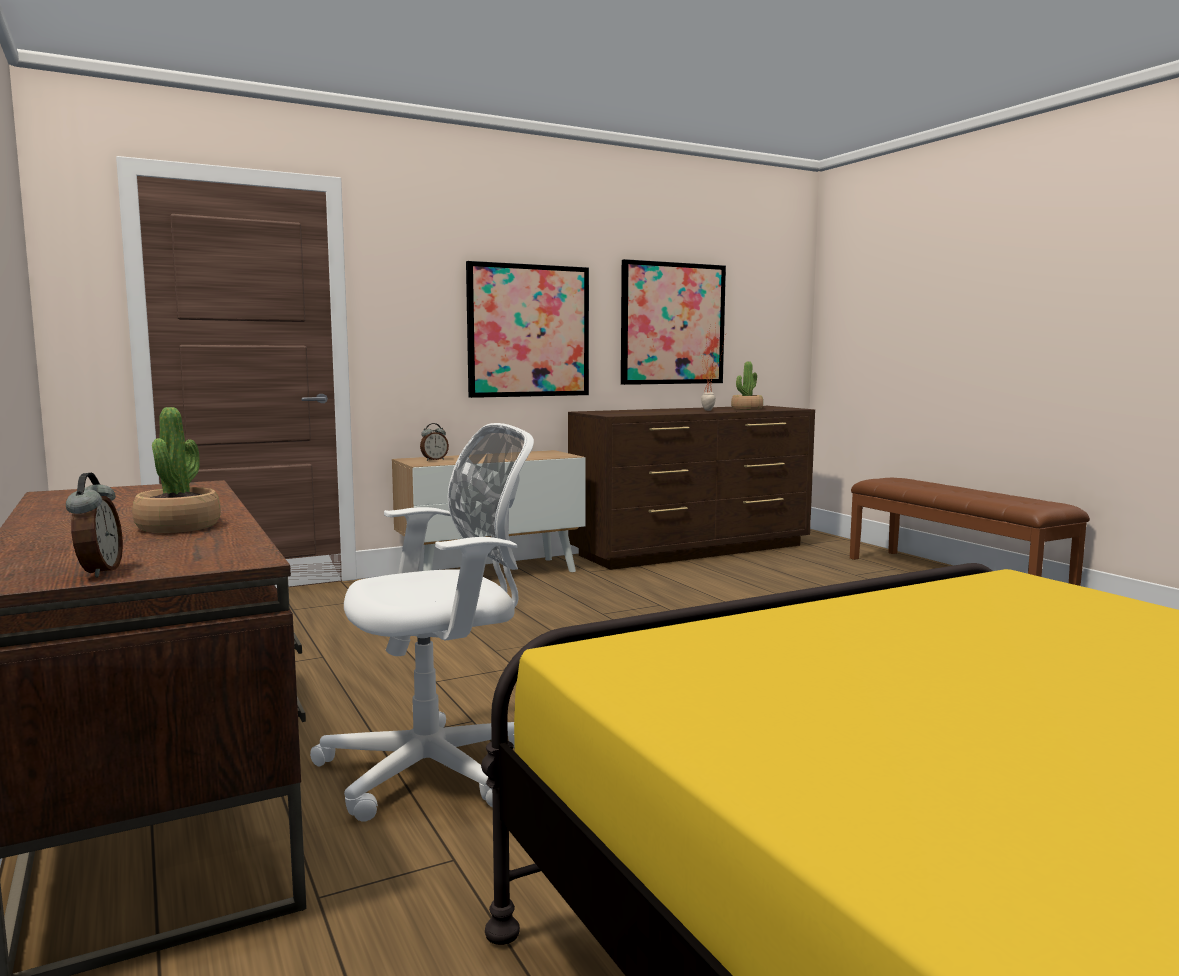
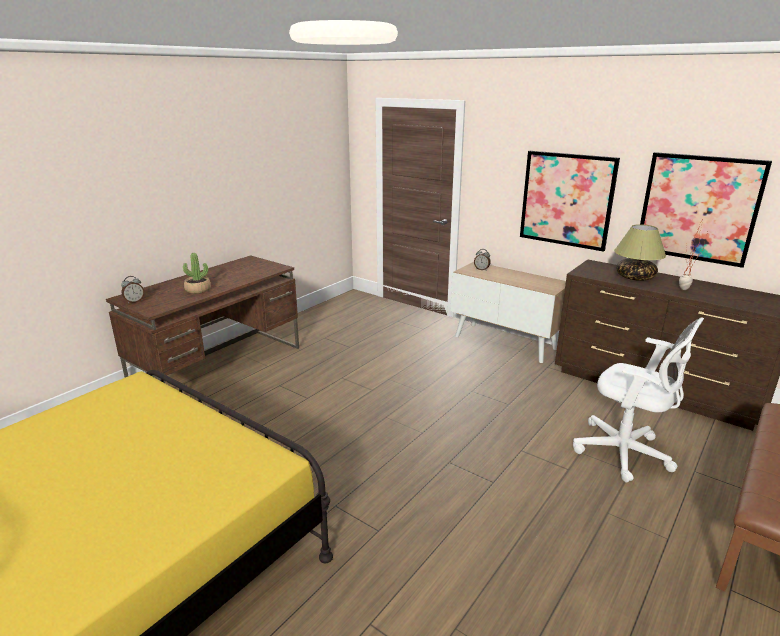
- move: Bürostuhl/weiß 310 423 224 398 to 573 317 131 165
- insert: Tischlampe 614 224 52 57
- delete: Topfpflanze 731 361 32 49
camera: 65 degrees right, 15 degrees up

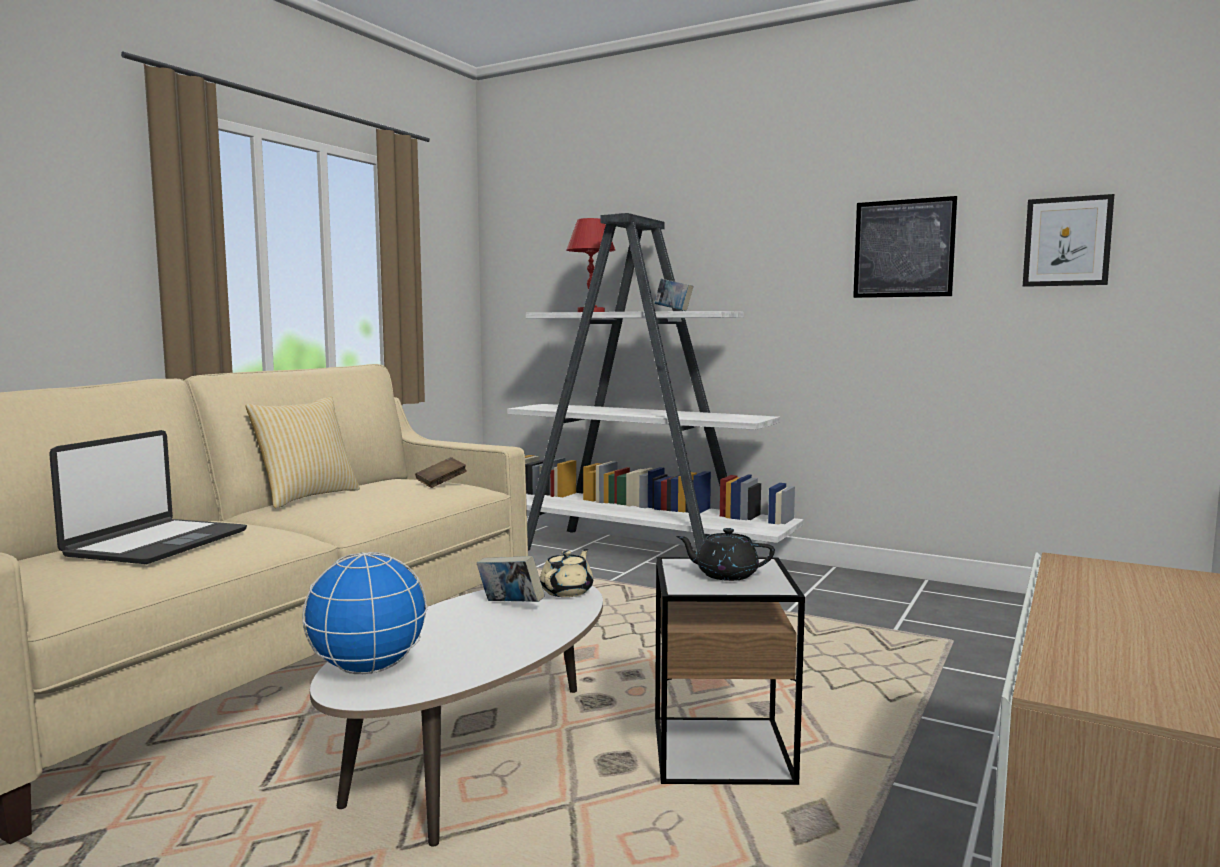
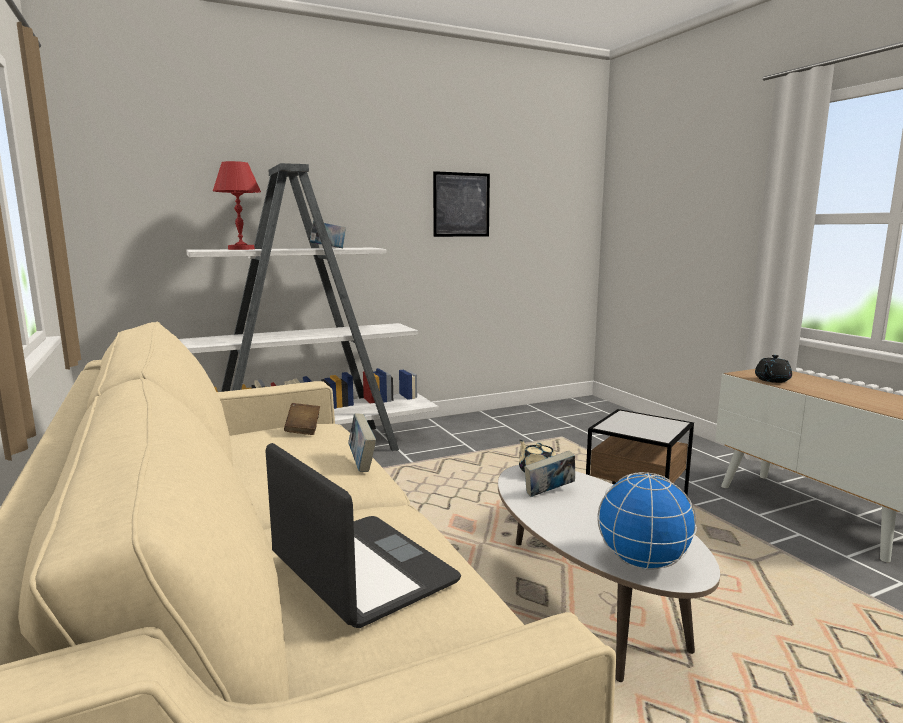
- insert: Buch 349 413 27 59
- move: Teekanne/schwarz 676 528 99 53 to 755 355 37 28
- delete: Kissen 246 396 114 112
- delete: Bild 1023 194 91 93
camera: 55 degrees left, 5 degrees up

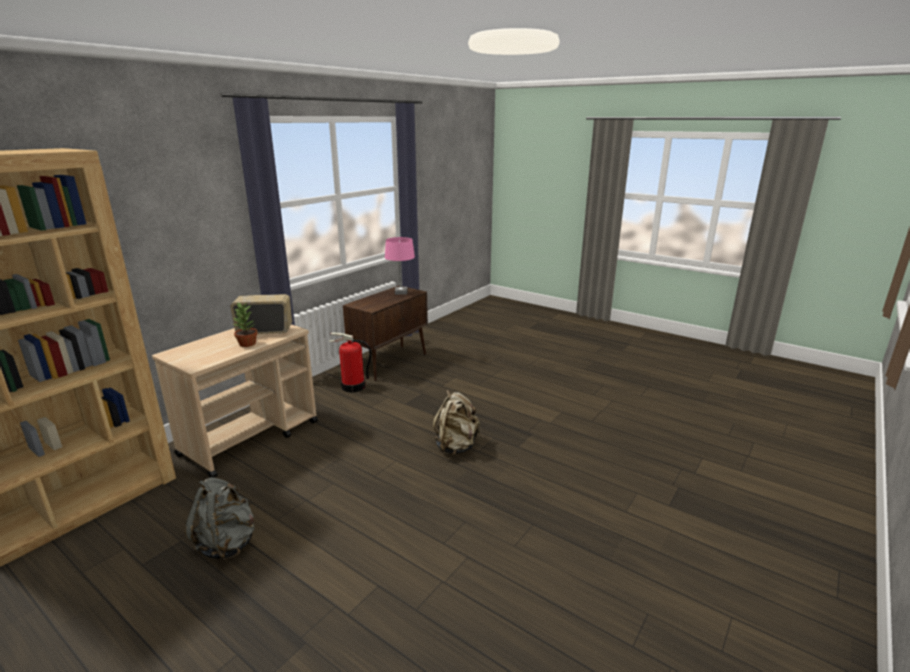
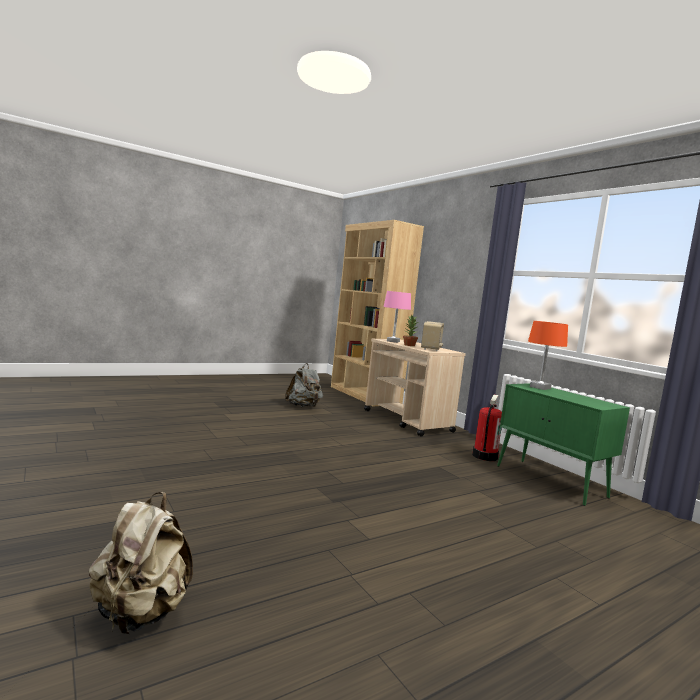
- move: Rucksack/beige 433 390 47 65 to 89 492 104 142
- move: Tischlampe/rosa 385 237 30 58 to 384 291 27 52
- recolor: Schrank/braun 343 285 85 96 to Schrank/grün 497 383 133 123
- insert: Tischlampe/orange 528 321 40 69
camera: 110 degrees right, 15 degrees down

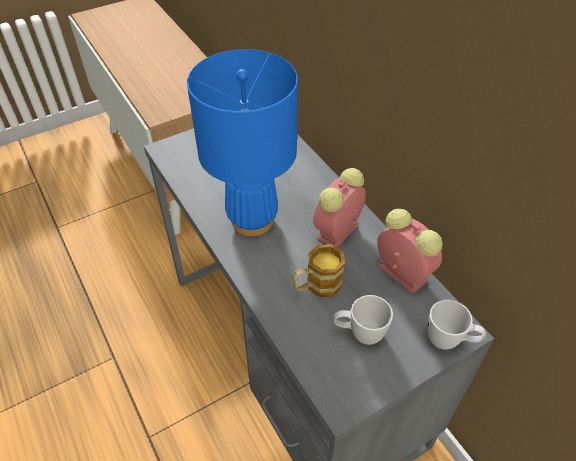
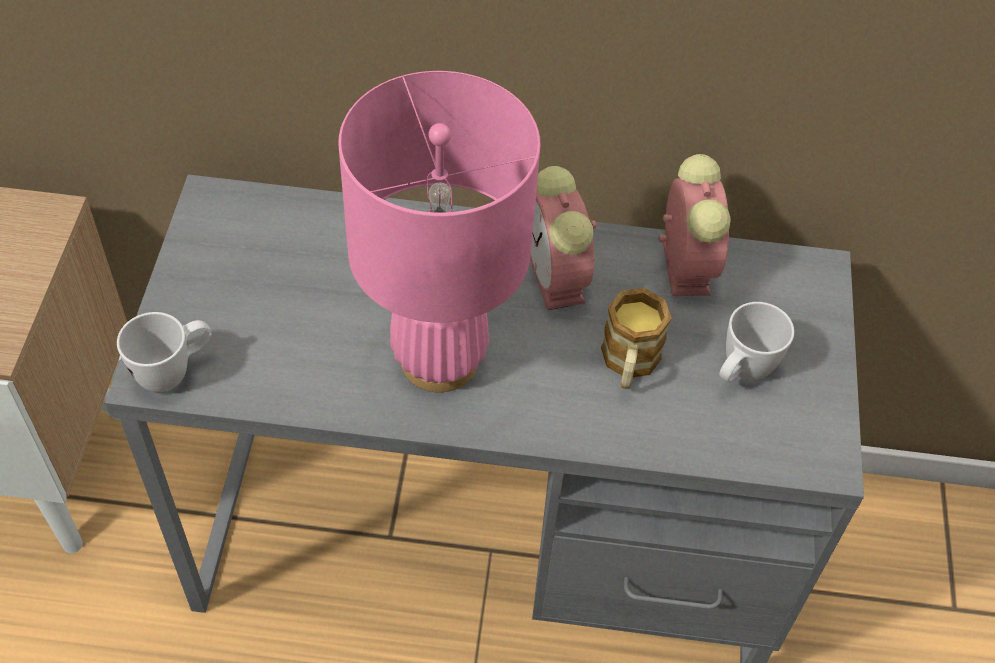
- move: Henkelbecher/weiß 428 300 58 50 to 117 312 95 80
- recolor: Tischlampe/blau 187 49 111 187 to Tischlampe/rosa 338 71 203 321
- rotate: Wecker 377 209 66 85 = 658 154 73 142 90 degrees clockwise
camera: 55 degrees left, 5 degrees up

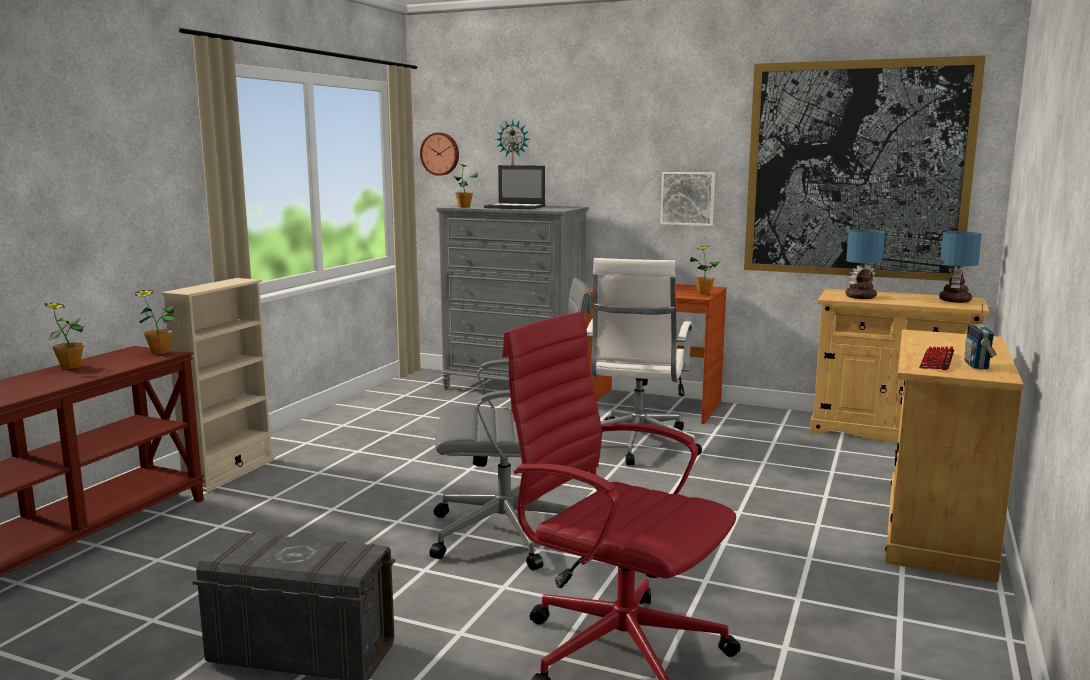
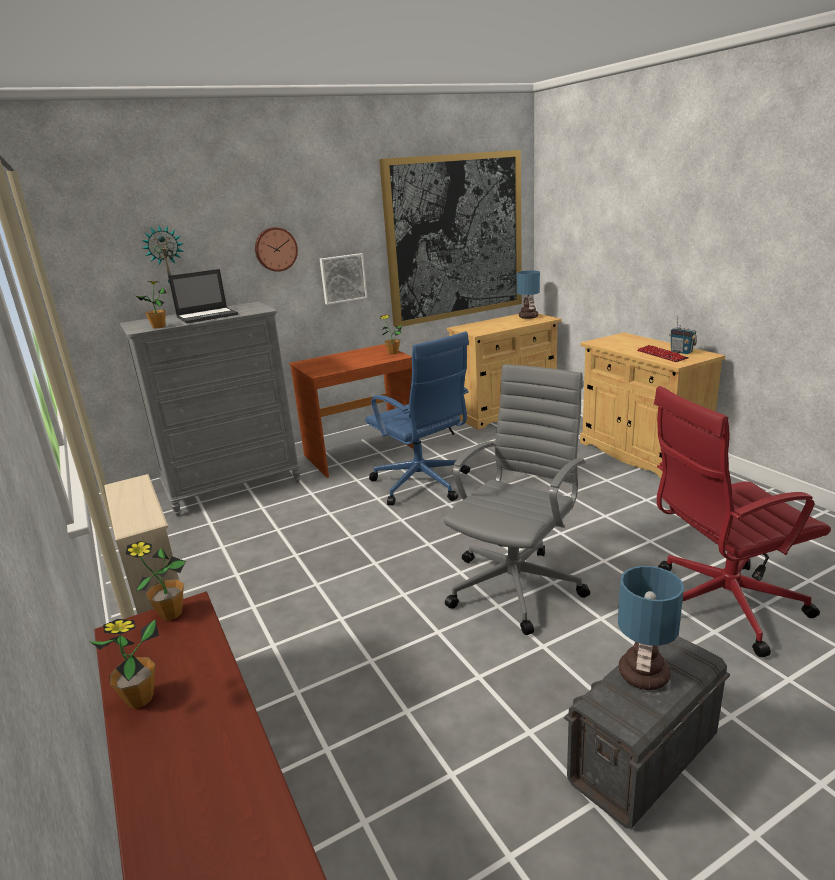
- move: Wanduhr 420 133 39 43 to 255 227 43 45
- recolor: Bürostuhl/weiß 587 258 115 208 to Bürostuhl/blau 365 332 105 174
- move: Tischlampe 846 229 39 70 to 618 566 66 124
camera: 50 degrees left, 10 degrees up

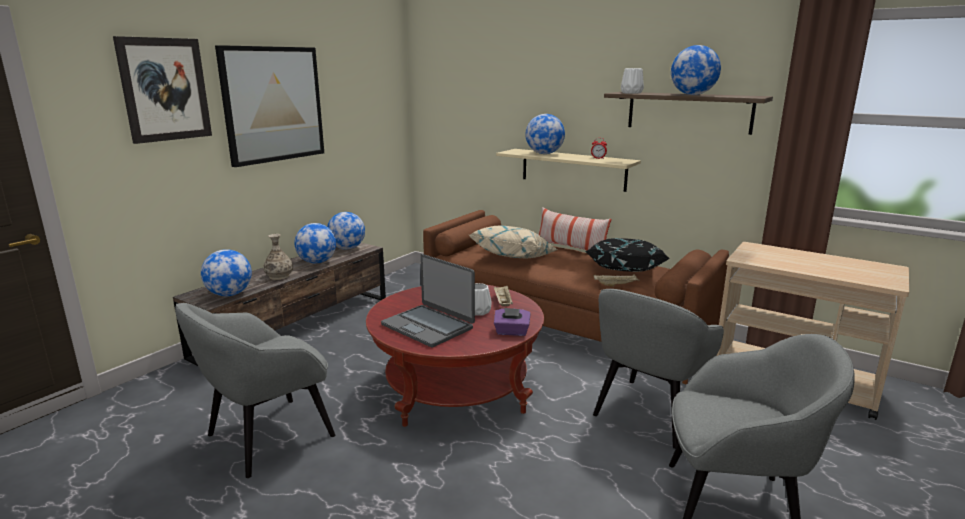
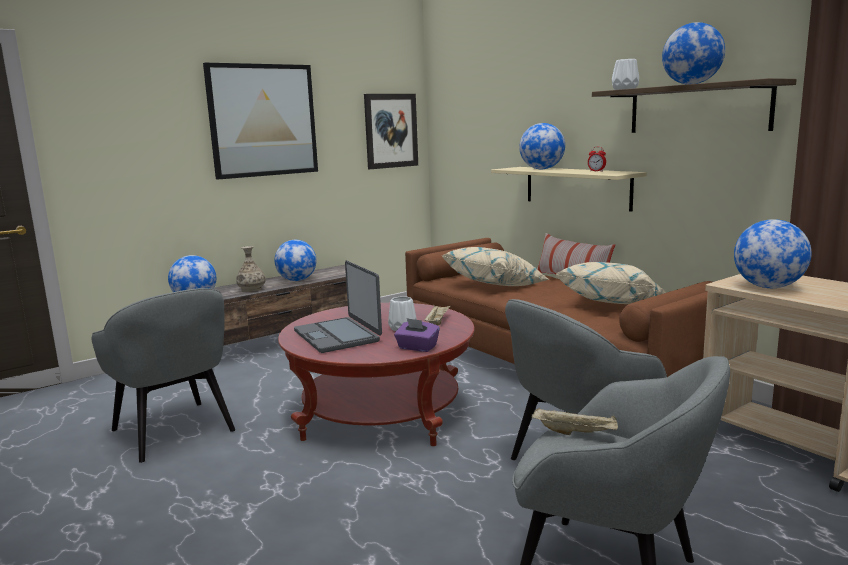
- rotate: Sessel/grau 175 303 160 175 = 92 288 143 175 105 degrees counterclockwise
- move: Bild 113 36 99 108 to 364 94 54 75
- move: Tablett/beige 594 274 45 13 to 532 408 86 27
- recolor: Kissen/schwarz 586 238 84 34 to Kissen/beige 554 262 113 42
- move: Globus 327 212 38 37 to 734 219 77 69
camera: 20 degrees right, 5 degrees down

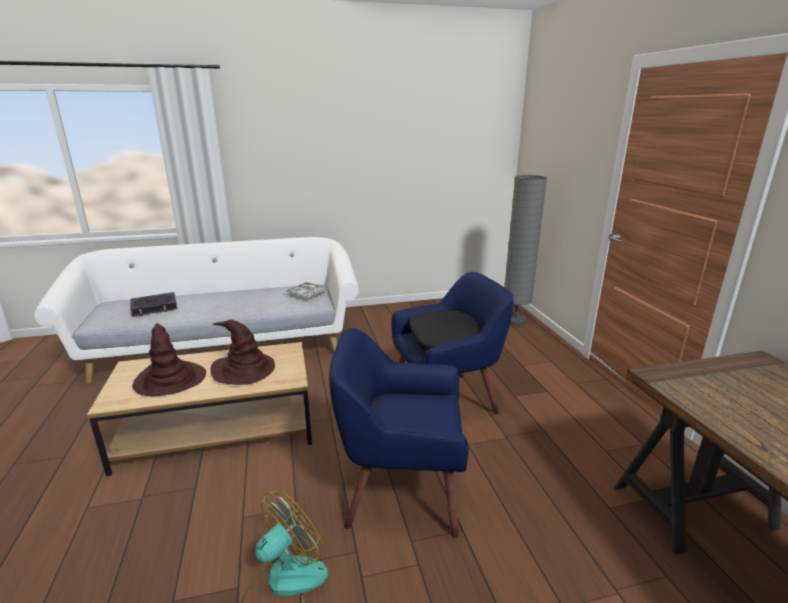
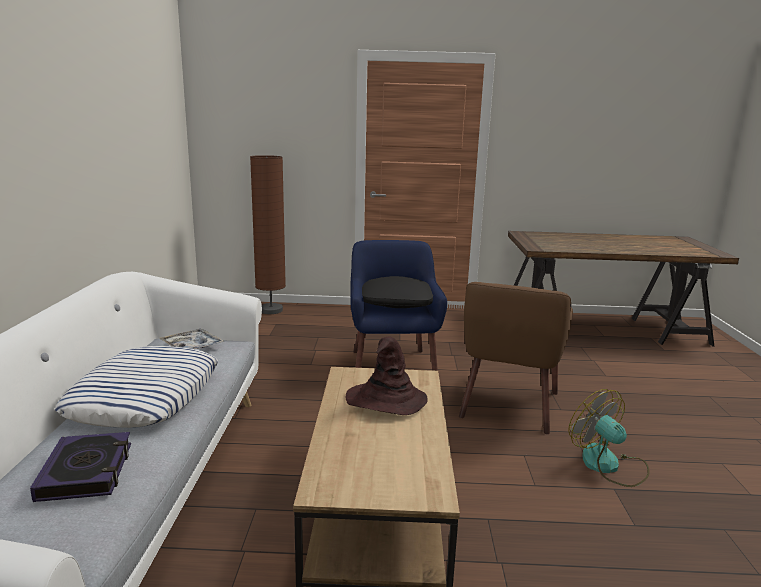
- insert: Kissen 54 346 164 82
- recolor: Stehlampe/grau 505 175 42 151 to Stehlampe/braun 250 155 36 159
- recolor: Sessel/blau 329 328 139 210 to Sessel/braun 459 282 114 152
- delete: Hut/braun 132 323 74 73
camera: 75 degrees left, 5 degrees down

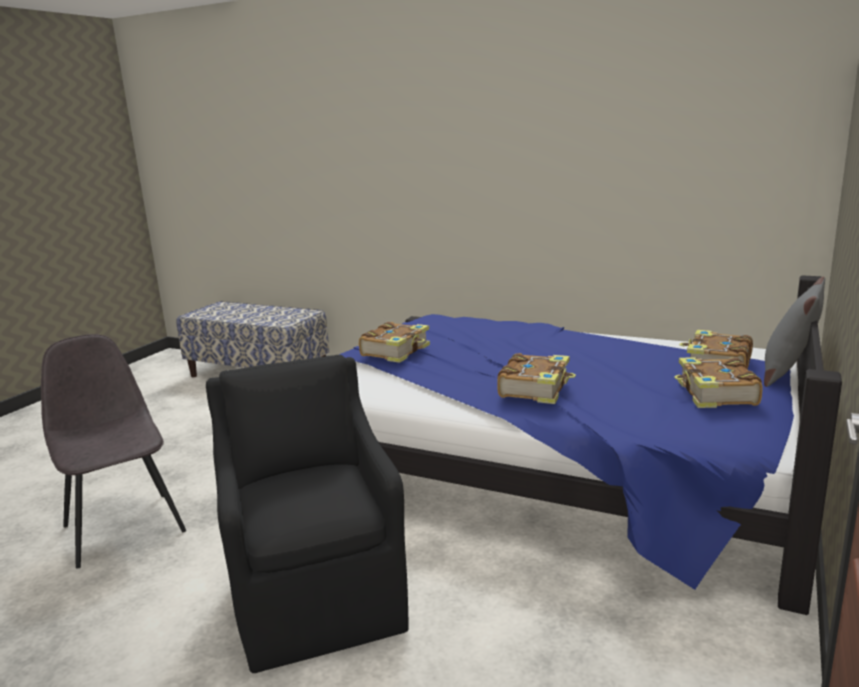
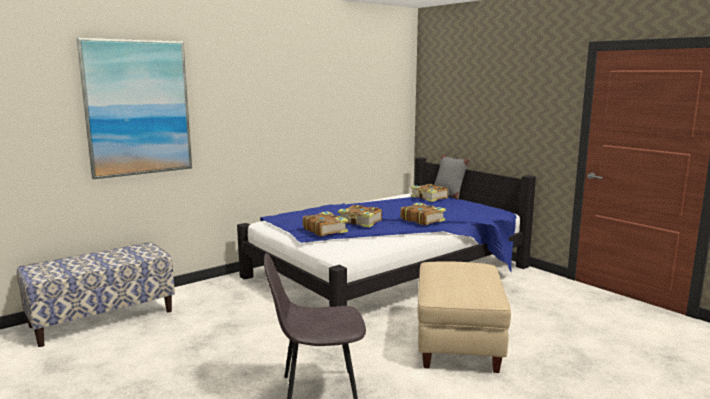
- insert: Bild 76 38 116 141
- move: Buch 674 357 89 51 to 338 205 44 23
- replace: Sessel/schwarz 206 355 203 318 to Polsterhocker/beige 417 261 94 112
camera: 65 degrees left, 5 degrees down

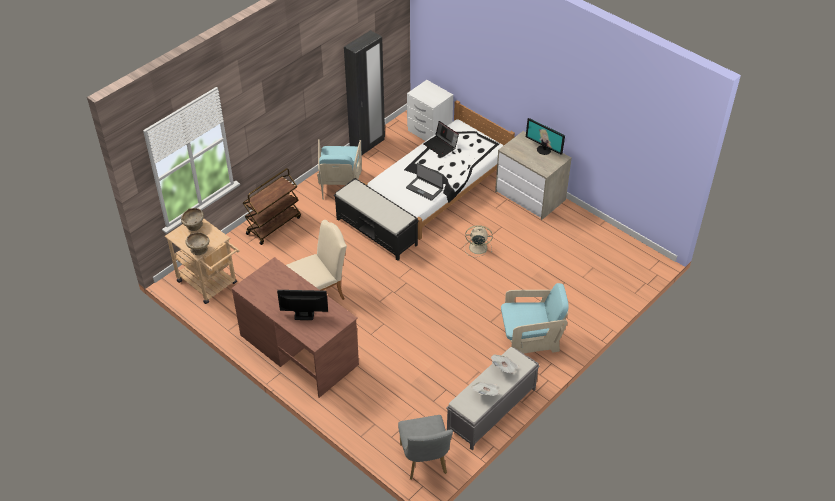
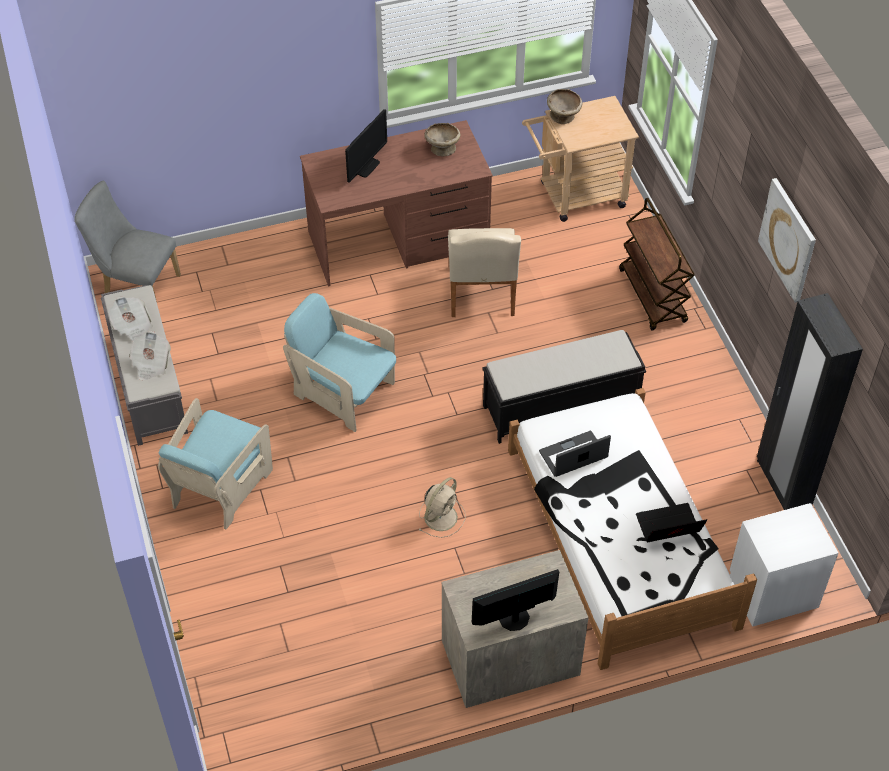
- move: Sessel/türkis 317 139 45 61 to 283 293 113 139
- move: Schüssel/beige 181 208 23 23 to 424 123 37 34
- insert: Bild 758 178 58 125
camera: 120 degrees right, 5 degrees up

